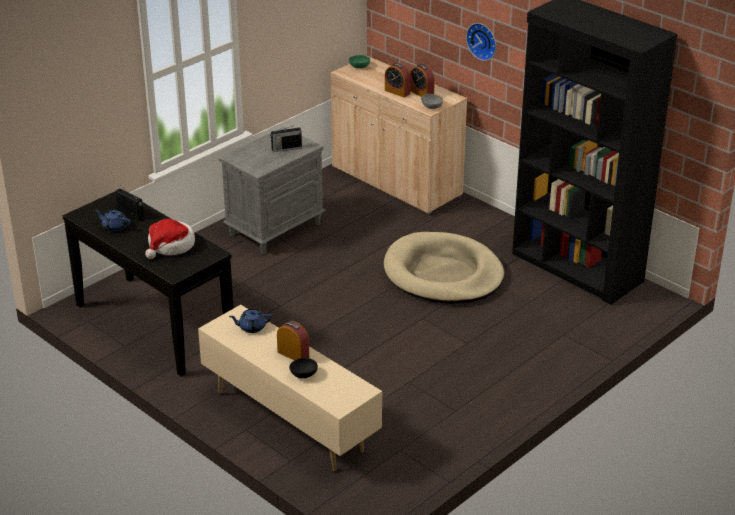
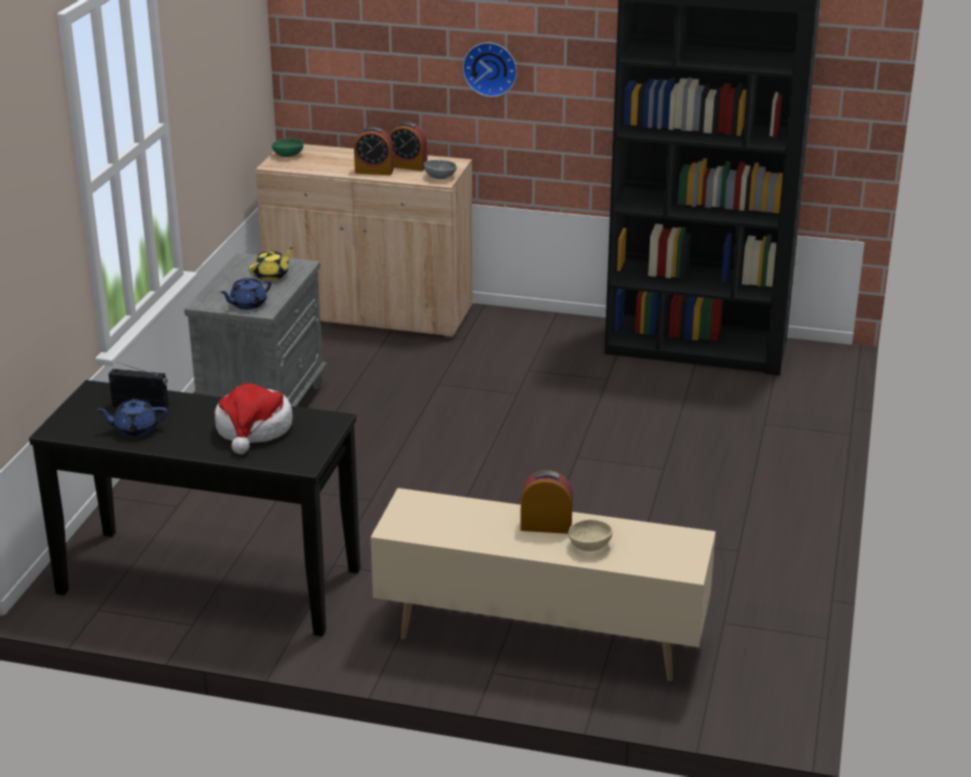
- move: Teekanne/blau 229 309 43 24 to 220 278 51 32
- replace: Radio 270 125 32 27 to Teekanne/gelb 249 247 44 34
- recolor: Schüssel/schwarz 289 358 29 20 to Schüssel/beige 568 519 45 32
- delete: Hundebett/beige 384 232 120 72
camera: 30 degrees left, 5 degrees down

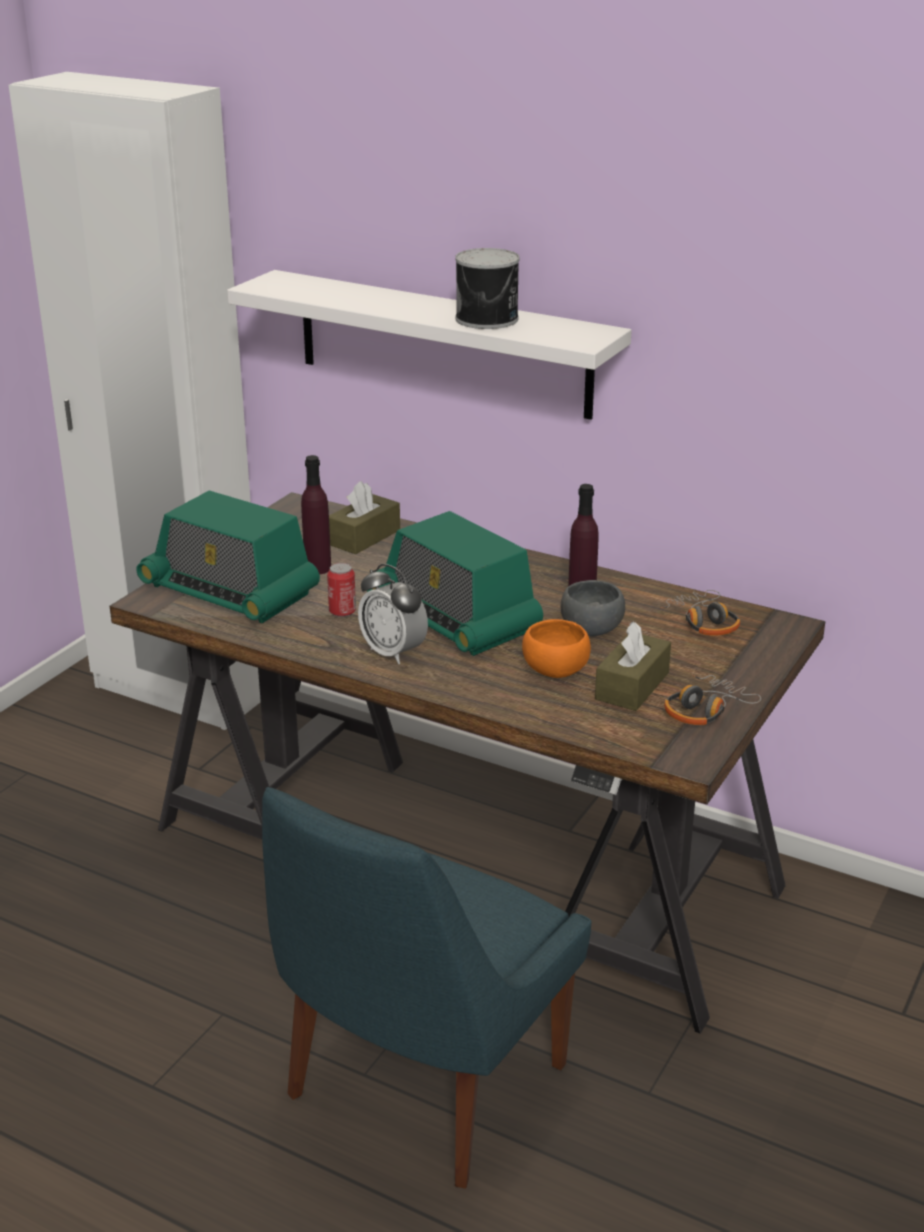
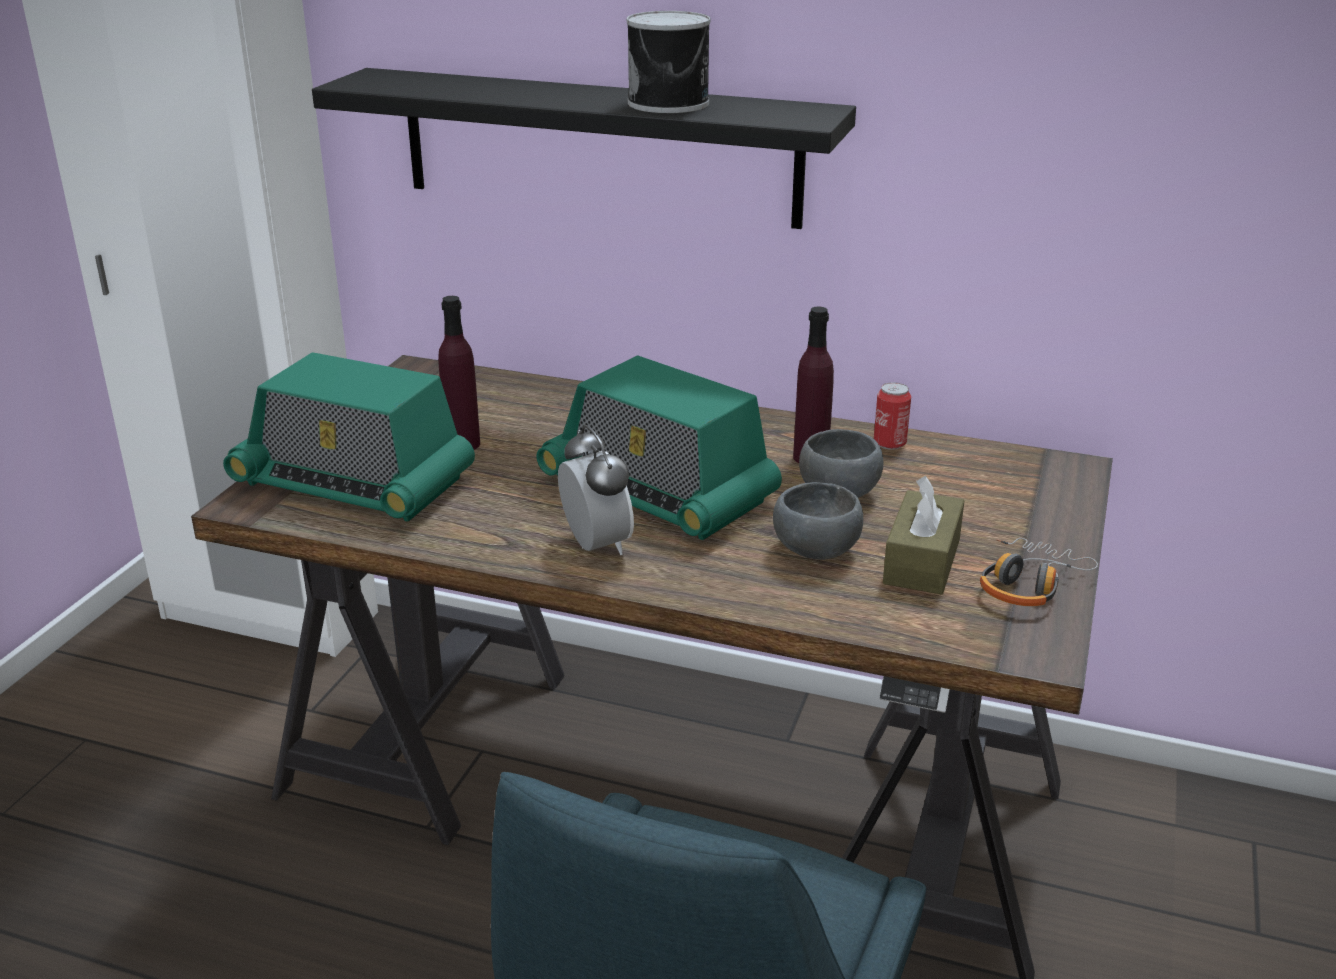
- recolor: Wandregal/weiß 227 270 405 150 to Wandregal/schwarz 312 68 544 161
- rotate: Wecker 358 564 70 100 = 558 425 76 130 150 degrees counterclockwise
- recolor: Schüssel/orange 522 619 69 59 to Schüssel/grau 773 482 90 78
- move: Dose 327 563 29 54 to 874 382 37 68
- delete: Taschentuchbox/braun 329 481 71 73
- delete: Kopfhörer 660 590 80 46
camera: 10 degrees left, 0 degrees up

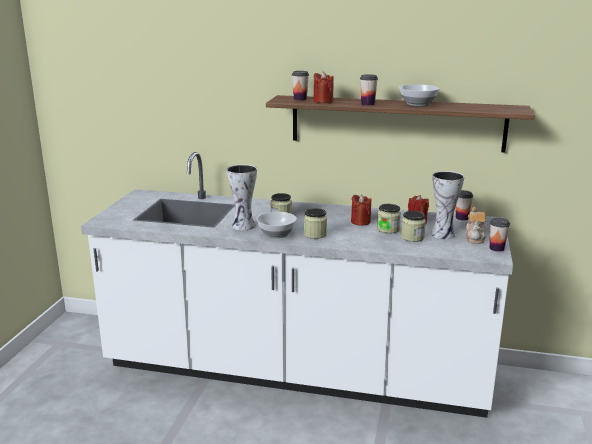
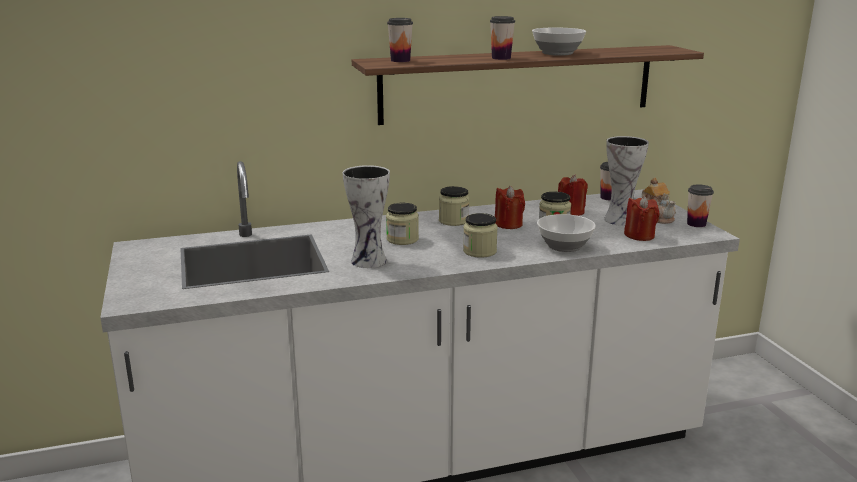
- move: Vorratsglas 401 211 25 31 to 439 186 31 40
- move: Schüssel 257 212 40 26 to 537 214 59 38
- move: Kerze/rot 313 72 21 31 to 624 196 35 45
camera: 30 degrees left, 0 degrees up

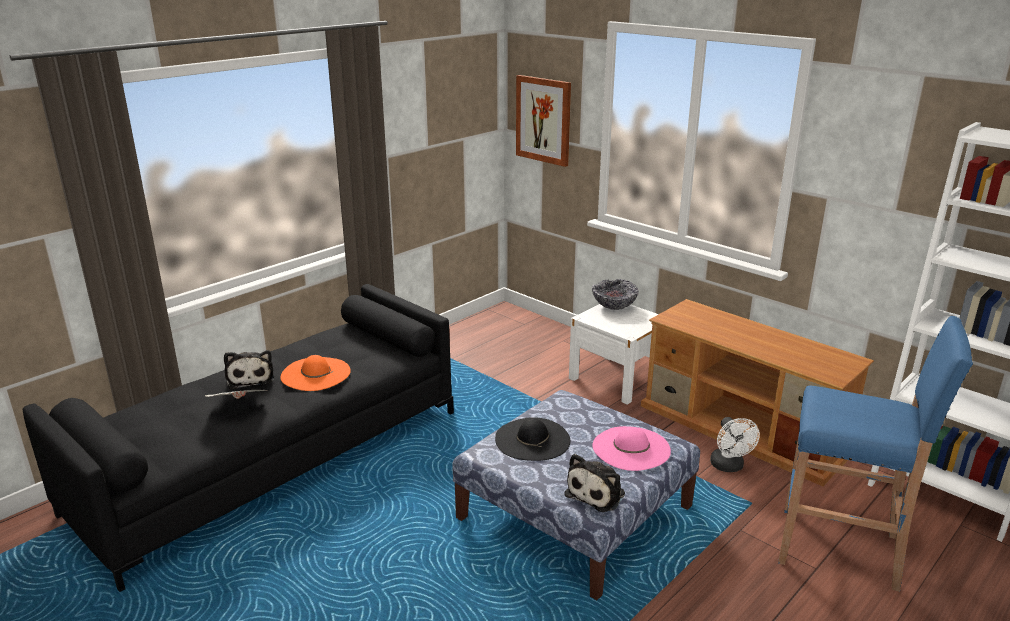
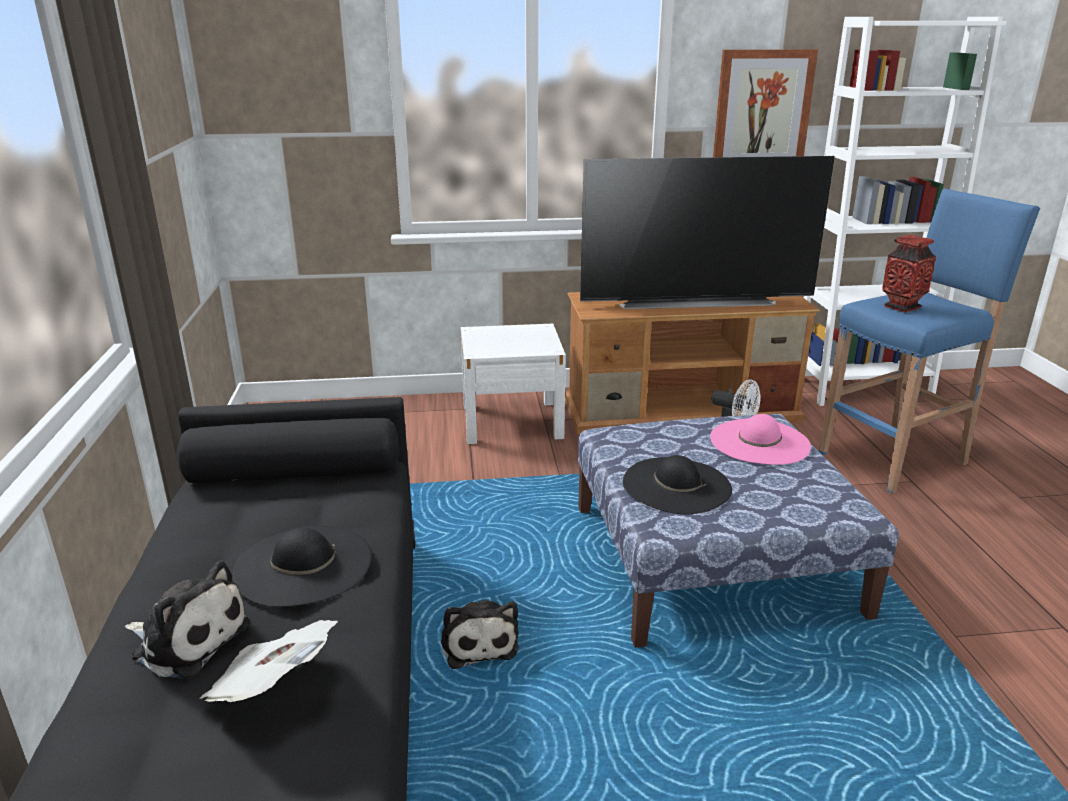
- recolor: Hut/orange 280 355 71 36 to Hut/schwarz 232 526 140 81
- move: Plüschtier 564 454 61 58 to 441 600 78 69
- insert: Fernseher 580 156 255 153
- move: Bild 516 75 55 92 to 713 49 105 108
- insert: Vase 882 235 54 78
- delete: Schüssel 592 279 47 31
camera: 50 degrees left, 0 degrees up

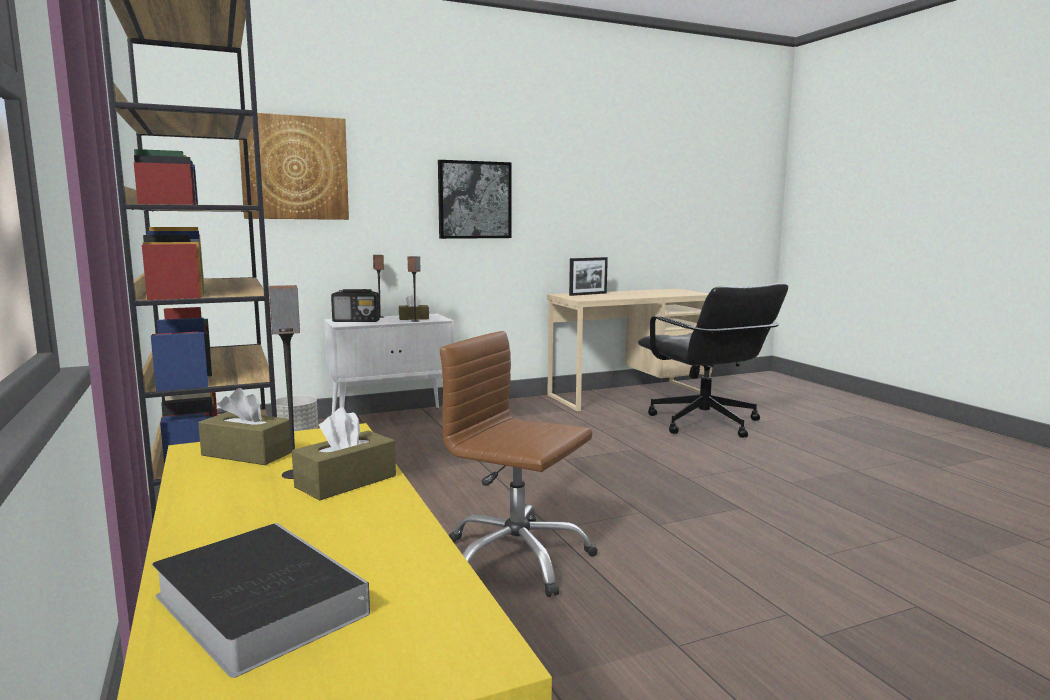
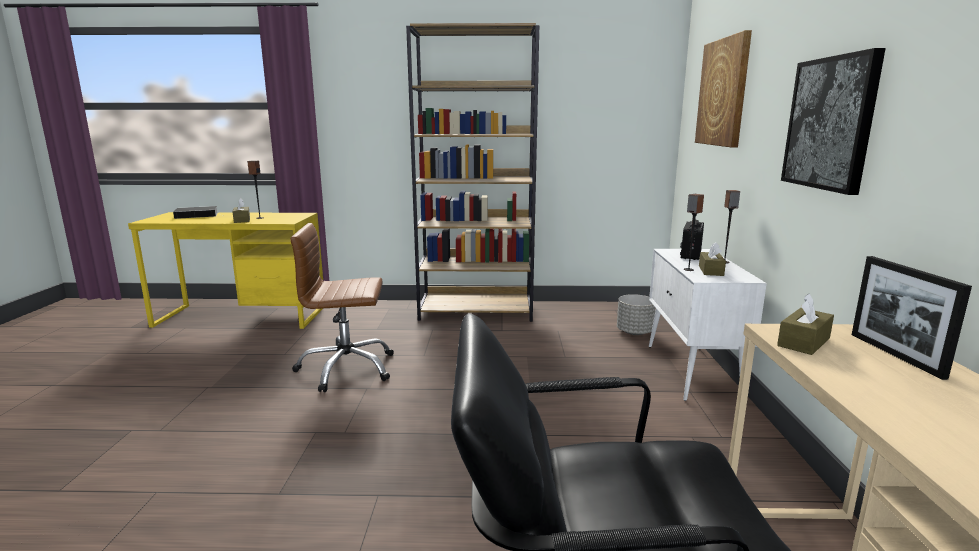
- rotate: Bürostuhl/braun 440 331 158 266 = 290 223 104 169 150 degrees counterclockwise
- move: Taschentuchbox/braun 198 388 94 77 to 777 293 57 62
camera: 115 degrees right, 5 degrees up

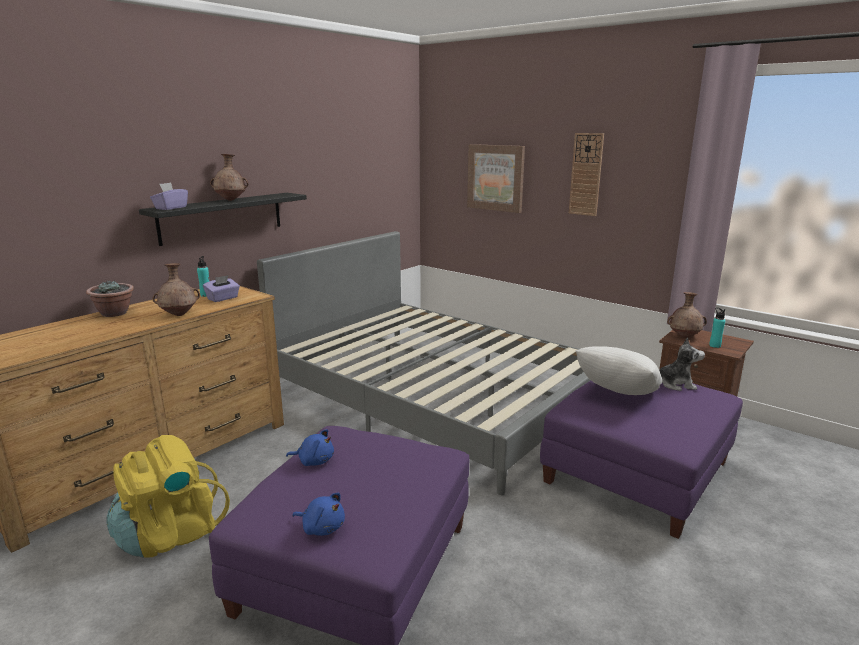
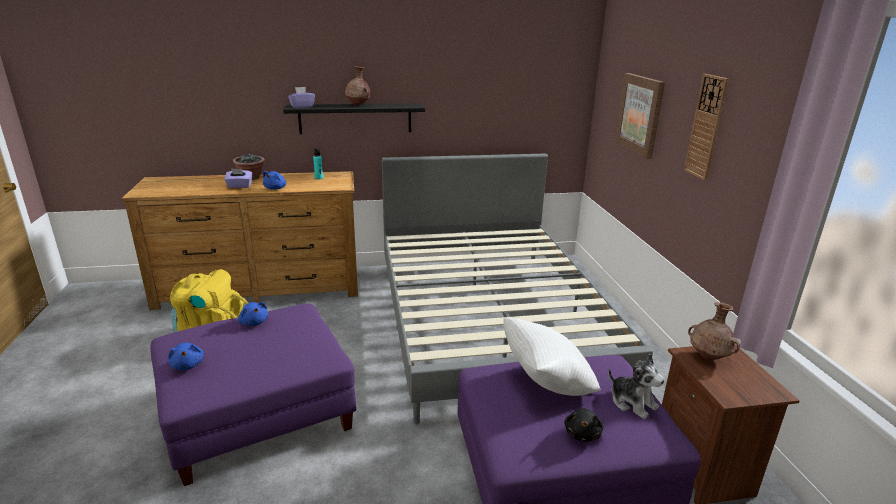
- move: Taschentuchbox/lila 203 275 37 27 to 224 168 29 20
- replace: Vase/braun 153 263 47 53 to Plüschtier/blau 263 171 23 19
- insert: Plüschtier/schwarz 564 408 39 34
- delete: Flasche/türkis 709 308 16 40
camera: 40 degrees right, 5 degrees up

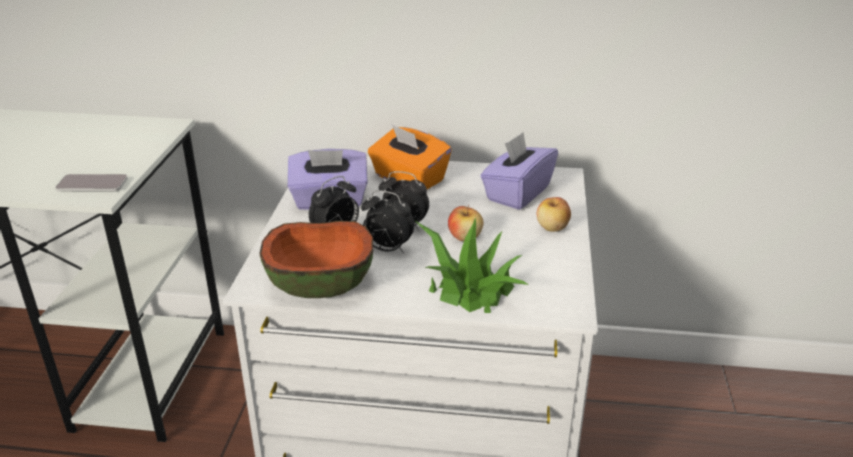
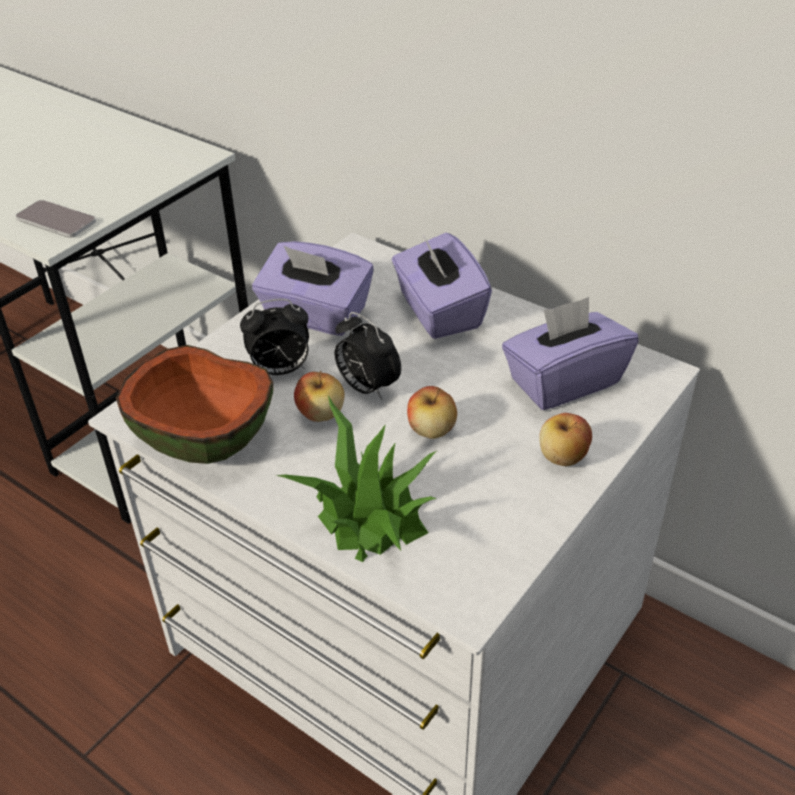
- replace: Wecker 361 191 53 63 to Apfel 294 371 51 51
- recolor: Taschentuchbox/orange 368 125 84 64 to Taschentuchbox/lila 392 233 100 106
camera: 30 degrees right, 10 degrees up

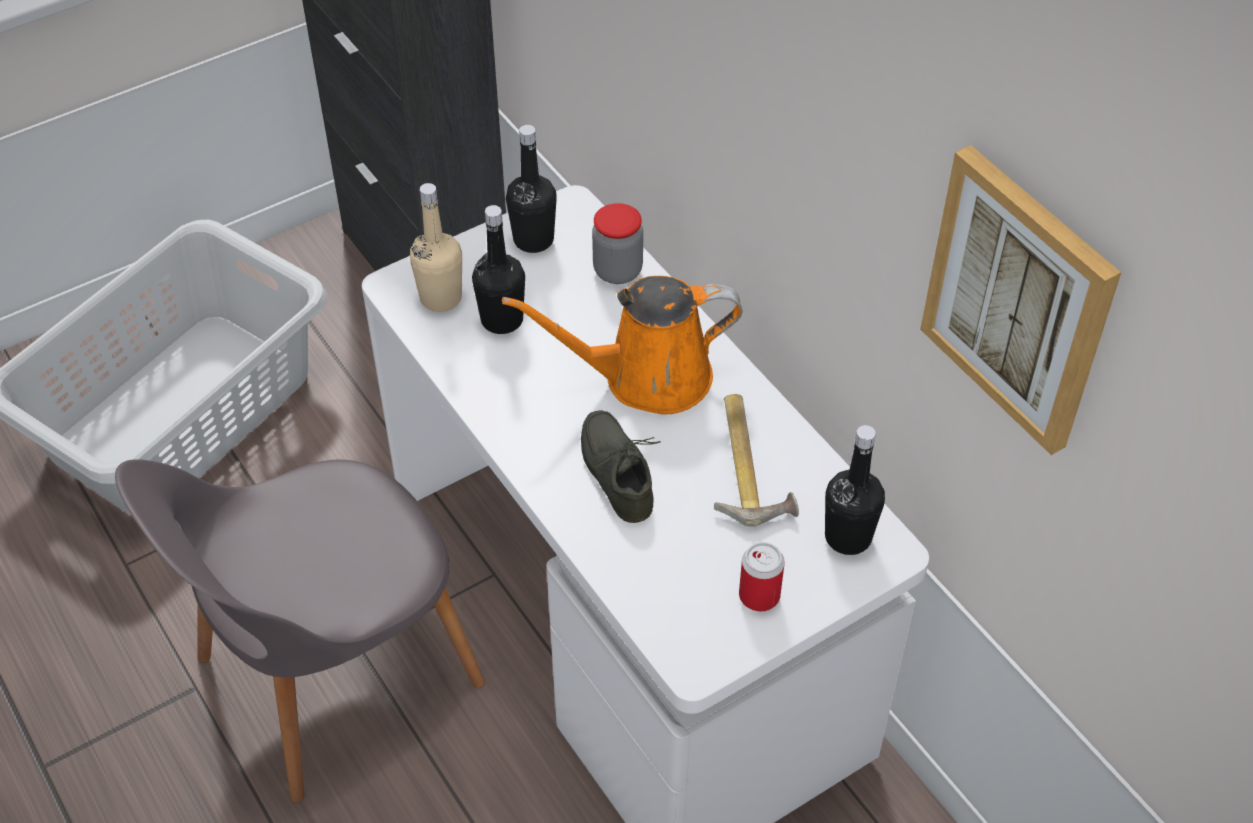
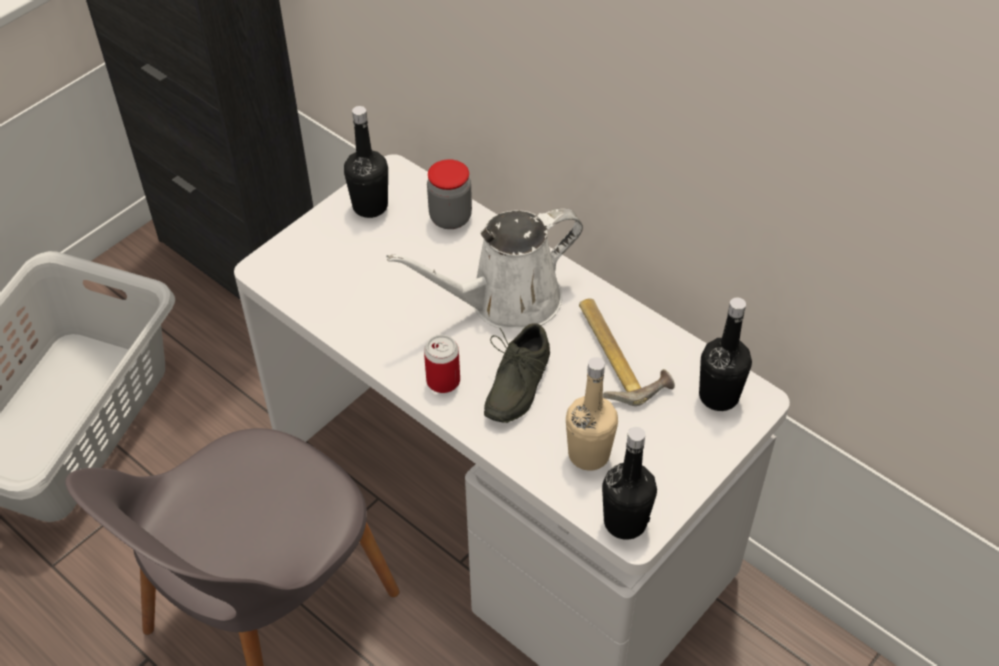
- recolor: Gießkanne/orange 502 276 240 138 to Gießkanne/weiß 386 208 197 121
- move: Dose 739 542 45 69 to 424 335 36 58
- rotate: Schuh/grau 581 410 79 113 = 484 324 66 99 120 degrees counterclockwise
- move: Flasche/beige 410 183 52 129 to 566 357 52 114
- move: Flasche/schwarz 472 205 53 129 to 602 427 55 113
- delete: Bild 920 145 201 310
camera: 15 degrees left, 0 degrees up

